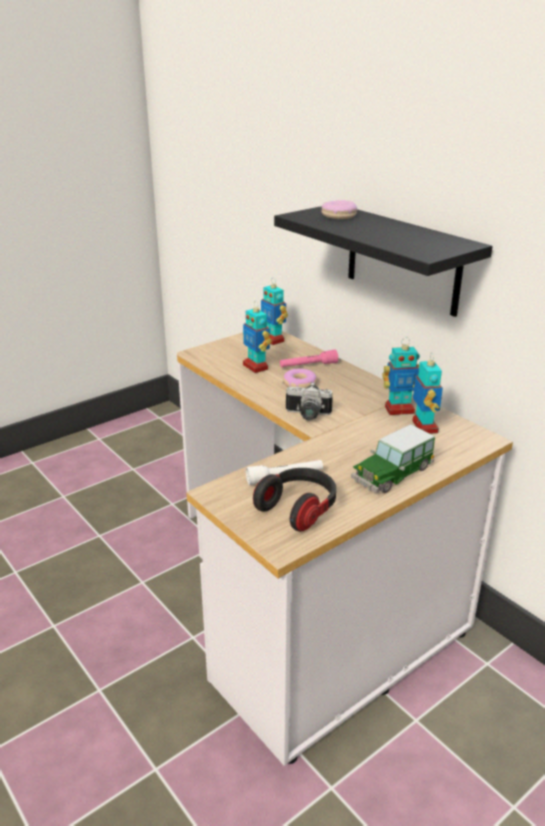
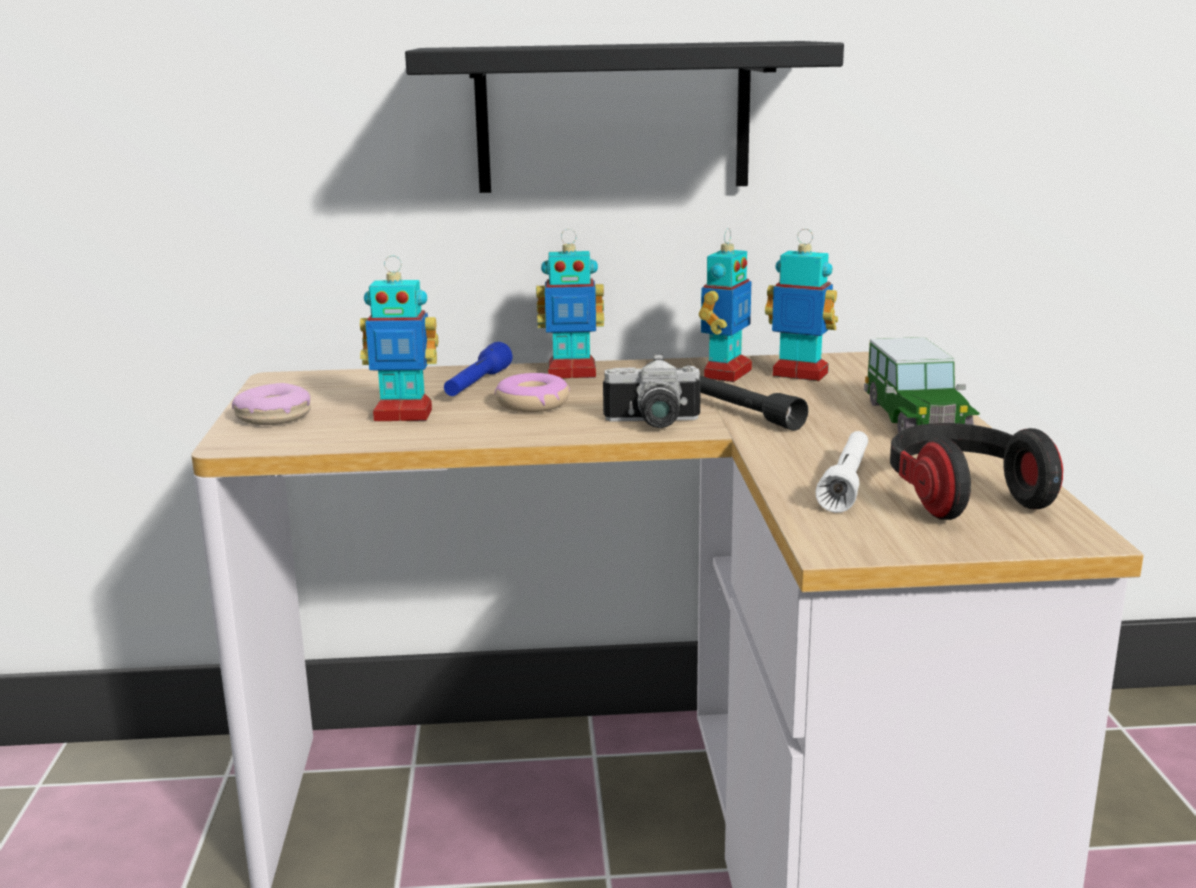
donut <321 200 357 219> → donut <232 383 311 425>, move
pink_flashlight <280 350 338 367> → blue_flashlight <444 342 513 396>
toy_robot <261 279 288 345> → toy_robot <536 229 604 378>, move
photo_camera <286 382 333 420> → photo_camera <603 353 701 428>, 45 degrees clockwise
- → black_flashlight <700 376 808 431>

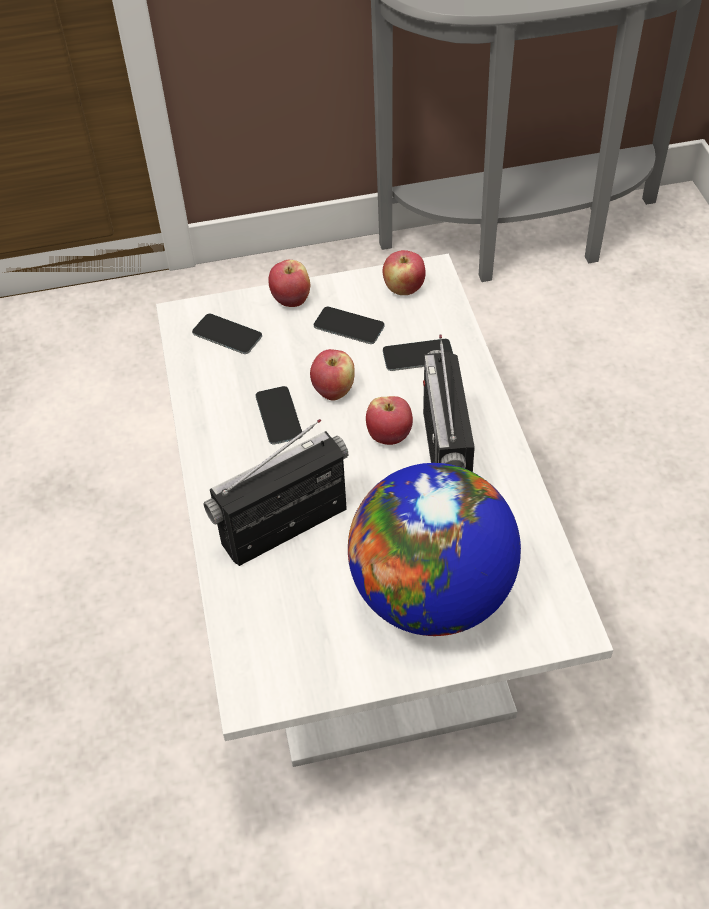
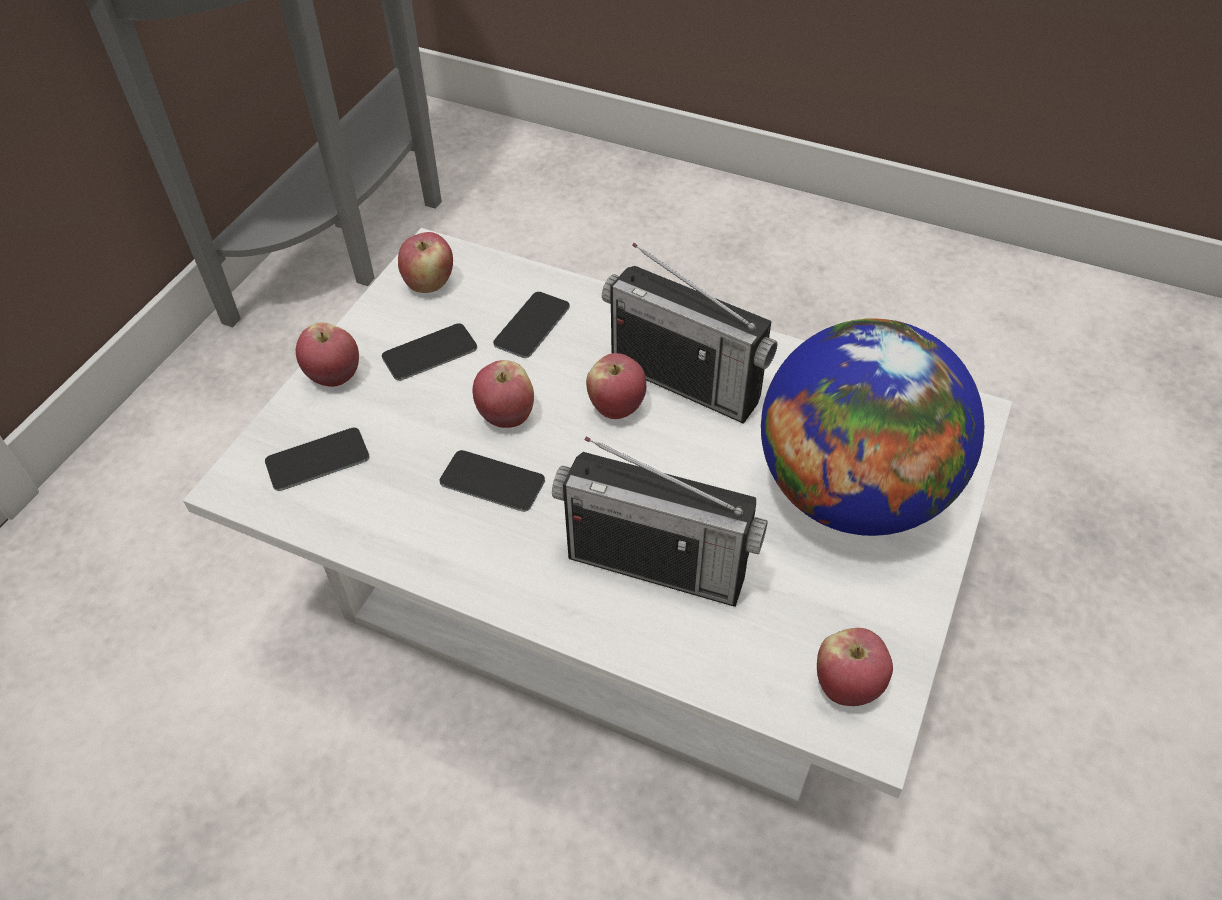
radio <204 419 348 566> → radio <552 437 768 607>, 75 degrees counterclockwise
- → apple <817 628 893 706>

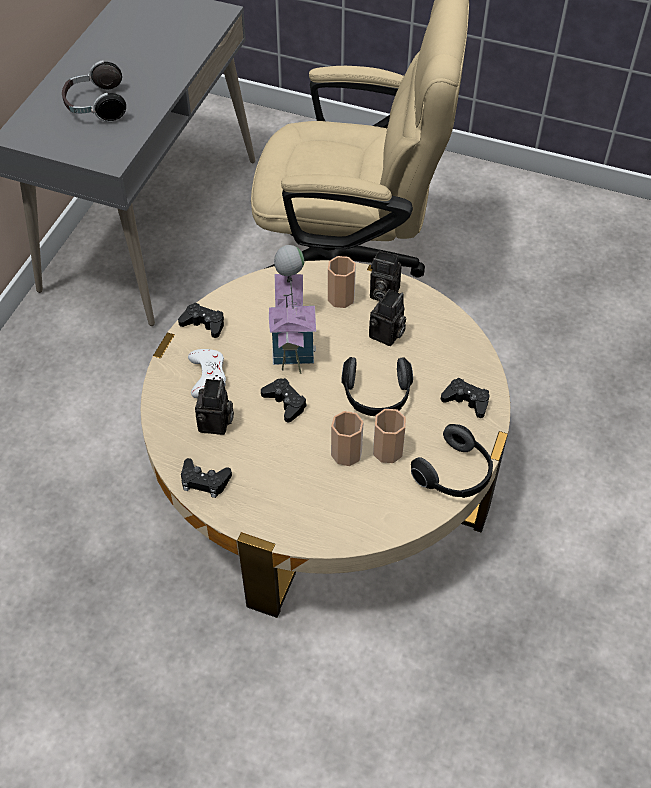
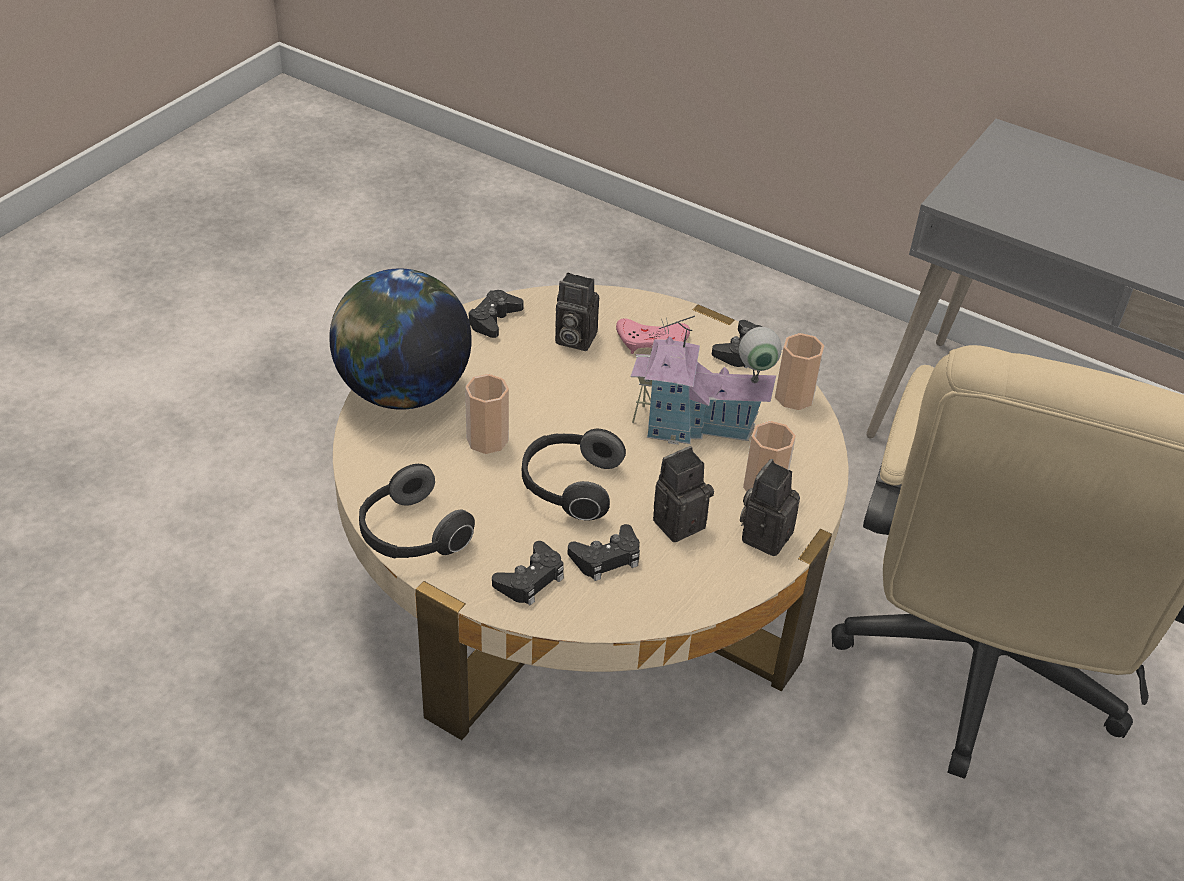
- → globe <329 268 472 410>
black_game_controller <261 378 307 422> → black_game_controller <568 524 640 581>, move
white_game_controller <188 349 226 398> → pink_game_controller <616 319 690 354>
photo_camera <369 289 406 346> → photo_camera <653 446 714 542>, 105 degrees clockwise
cup <373 409 406 463> → cup <775 333 824 410>, move
headphones <62 60 126 122> → -

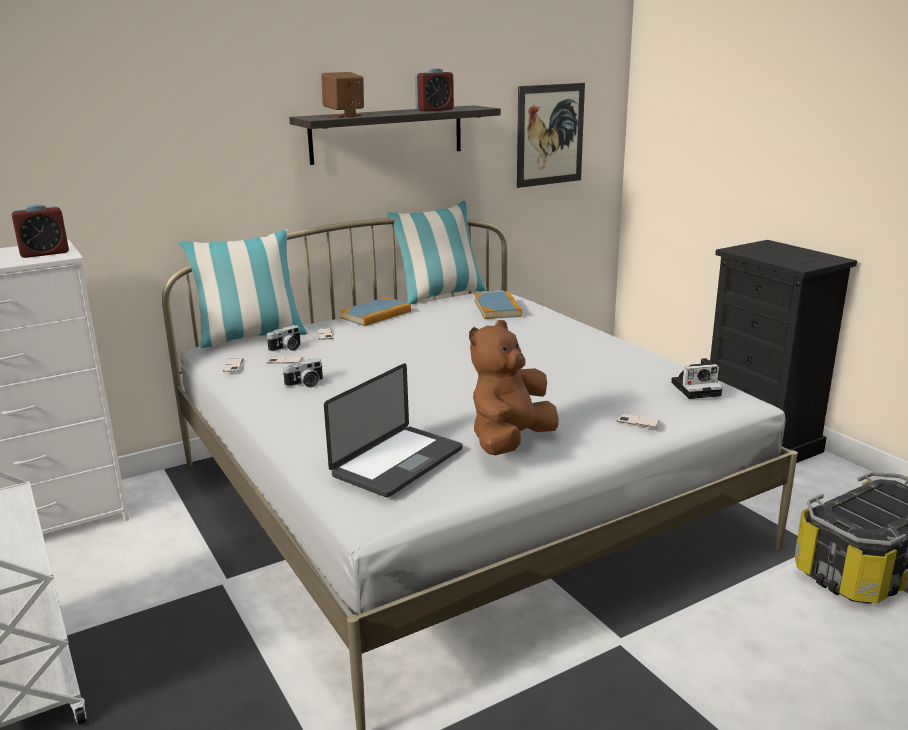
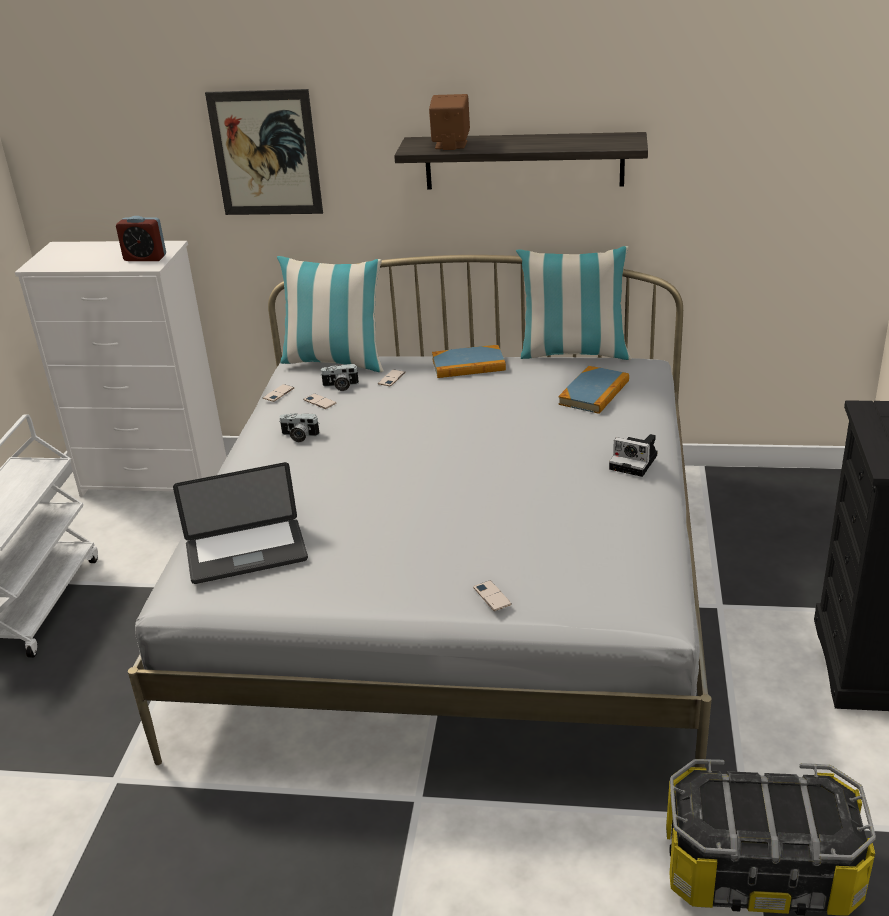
picture <517 83 585 188> → picture <205 89 323 215>, move
photo_camera <671 358 723 399> → photo_camera <609 434 658 477>, move
alarm_clock <415 68 454 112> → -
brown_plush_toy <469 320 559 455> → -

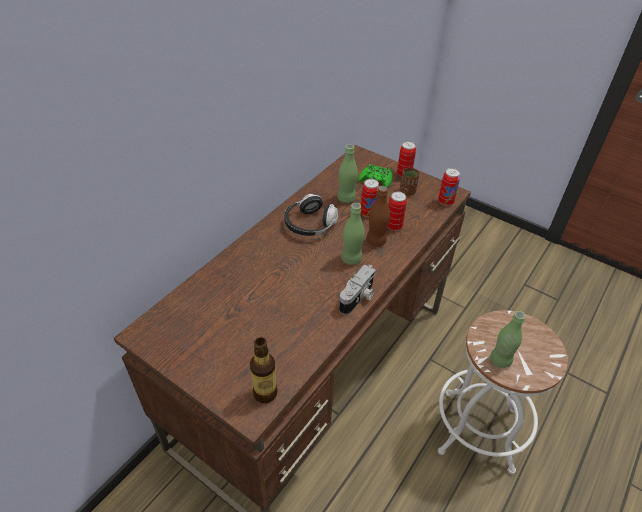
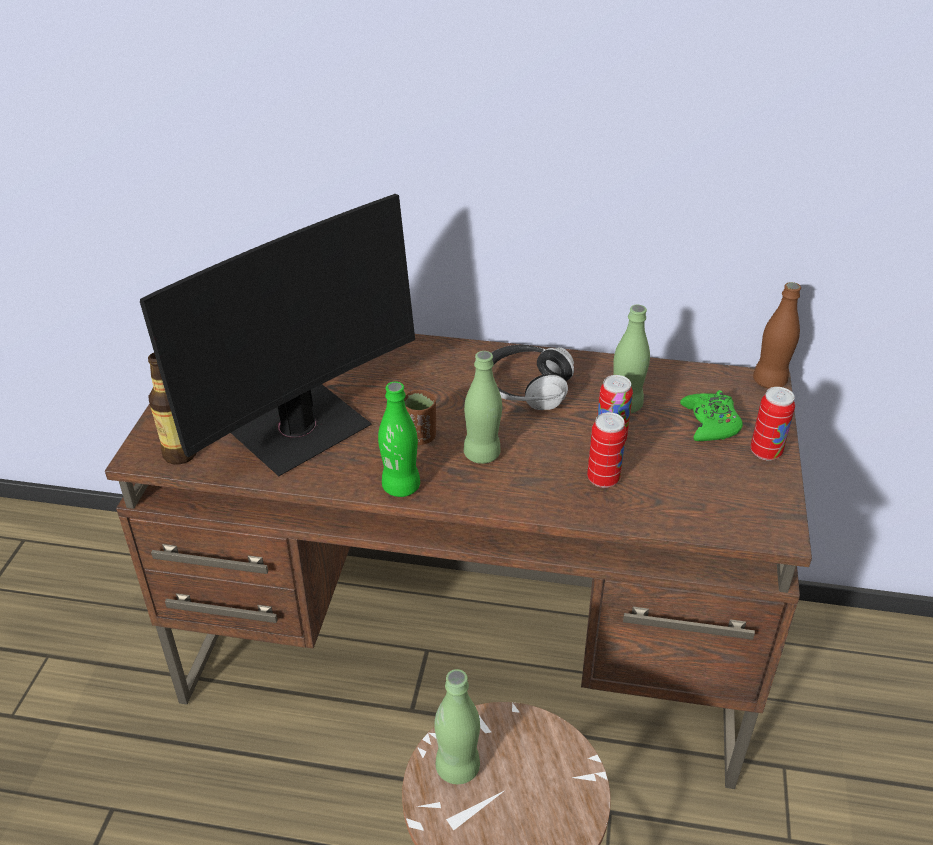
- → monitor <140 194 415 476>
photo_camera <339 265 376 315> → green_bottle <378 382 420 497>
brown_cup <400 168 419 196> → brown_cup <404 390 436 445>, move
brown_bottle <366 186 390 247> → brown_bottle <753 282 801 389>, move
can <438 168 460 206> → -

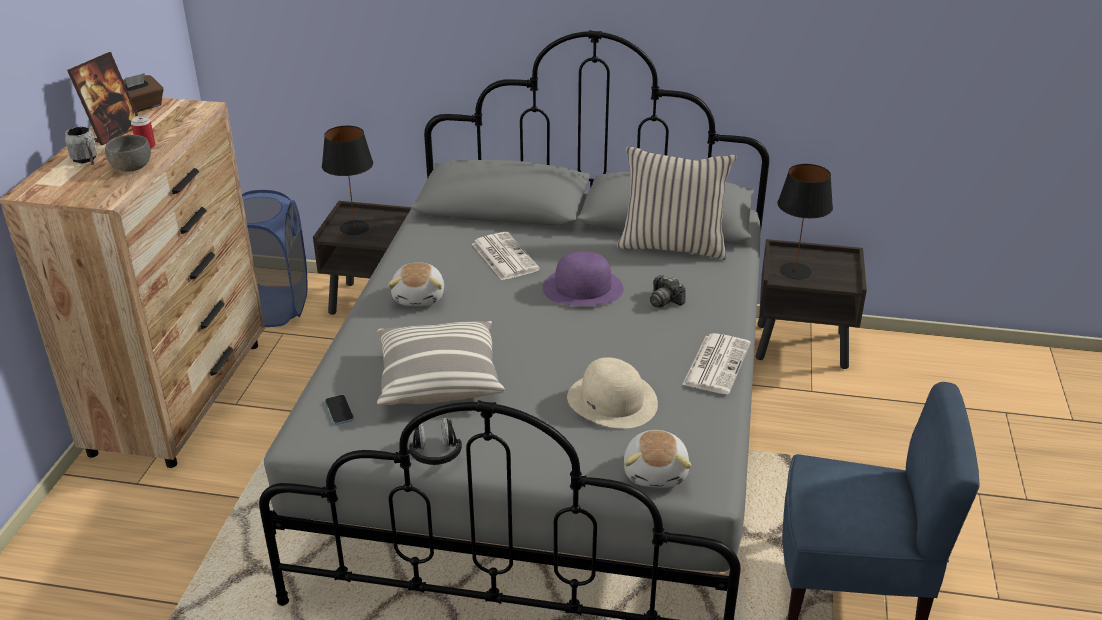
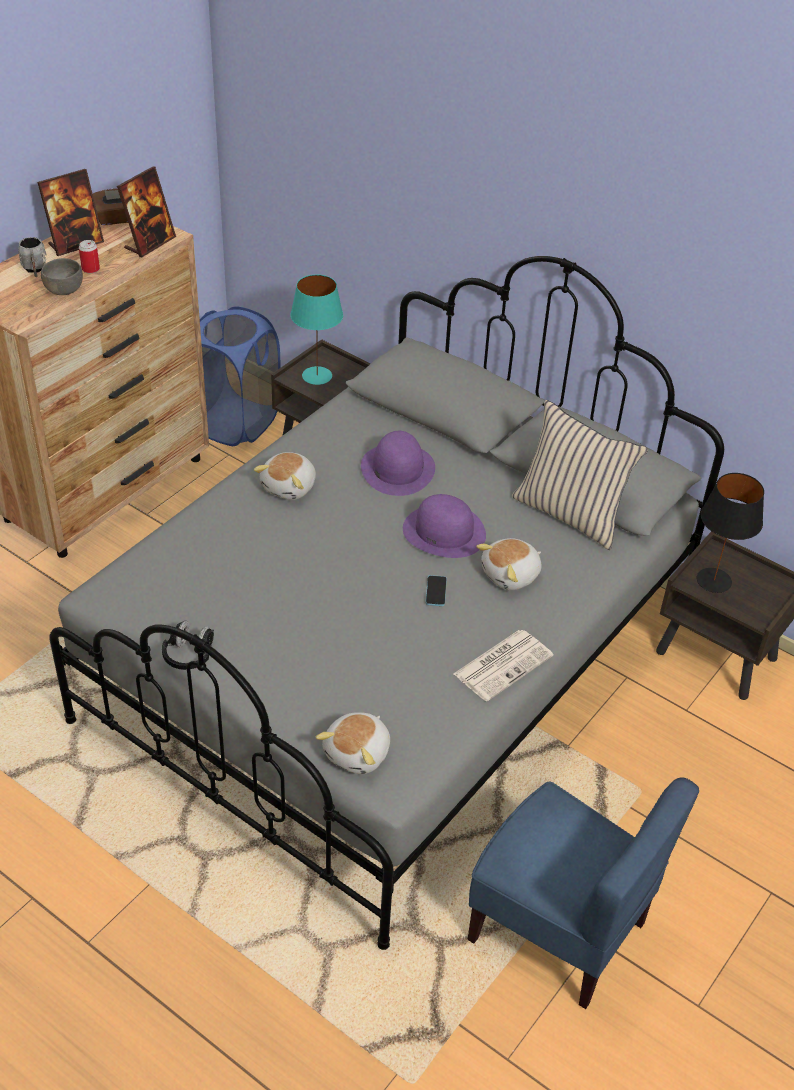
- → picture_frame <117 167 176 257>
black_table_lamp <322 126 373 235> → turquoise_table_lamp <290 274 343 385>
newspaper <472 232 540 280> → purple_hat <361 431 435 496>
phone <325 395 354 425> → phone <426 575 447 606>, move
photo_camera <650 275 685 308> → plush_toy <476 538 541 590>
pillow <377 321 505 405> → -
beige_hat <567 357 658 429> → -

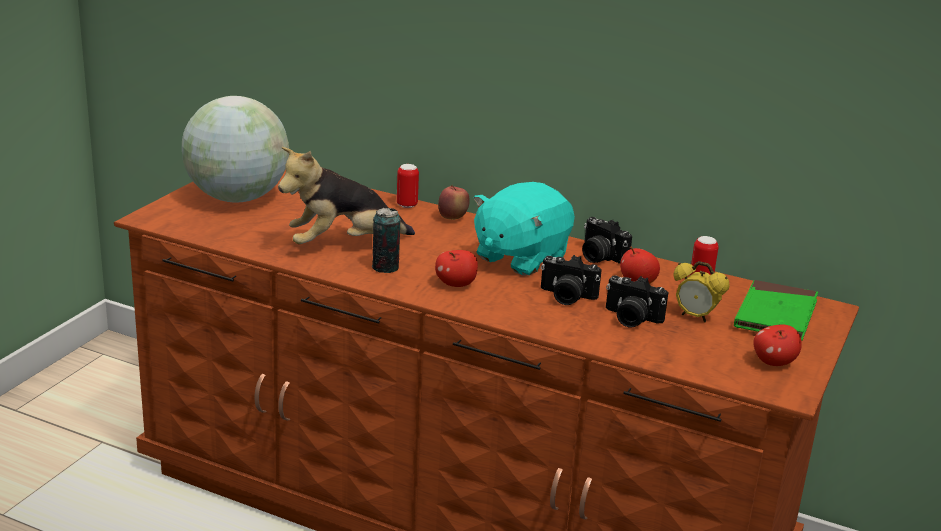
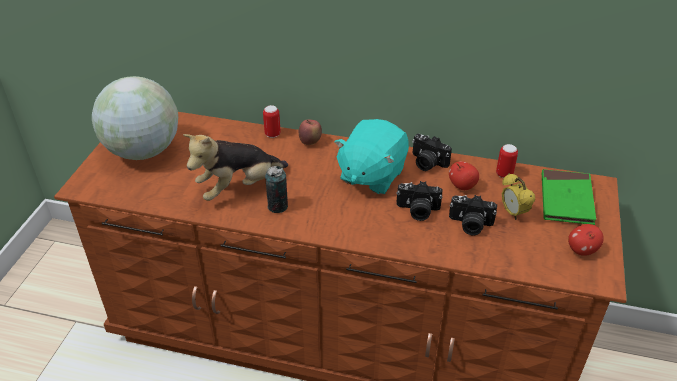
alarm_clock <674 261 730 323> → alarm_clock <502 173 535 220>, 45 degrees clockwise
apple <435 250 478 287> → -

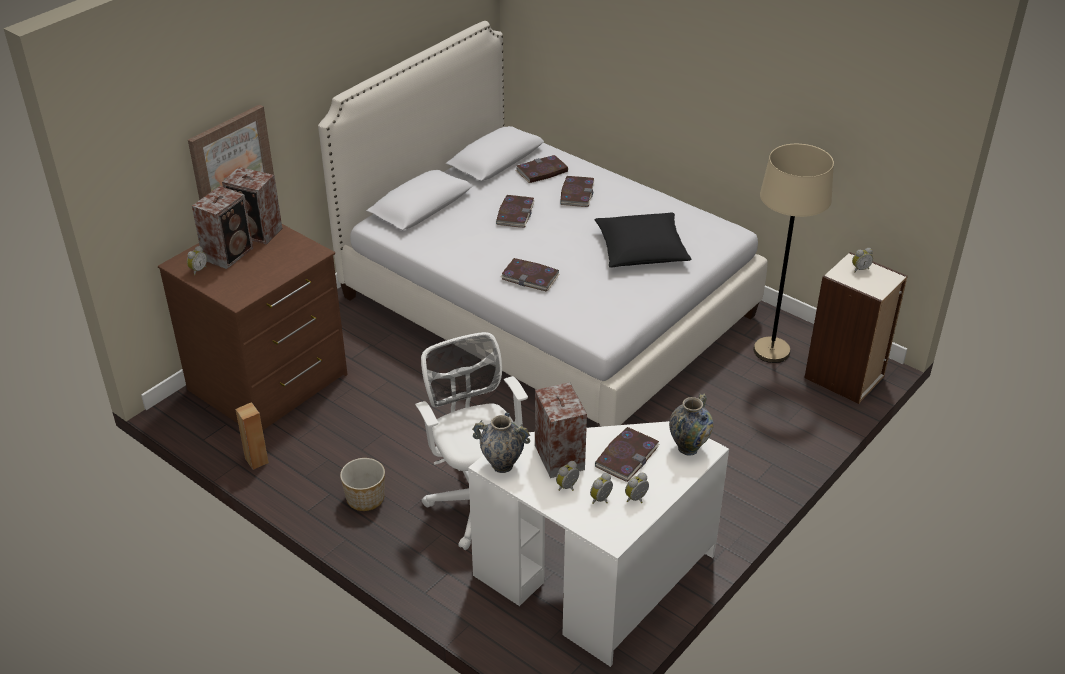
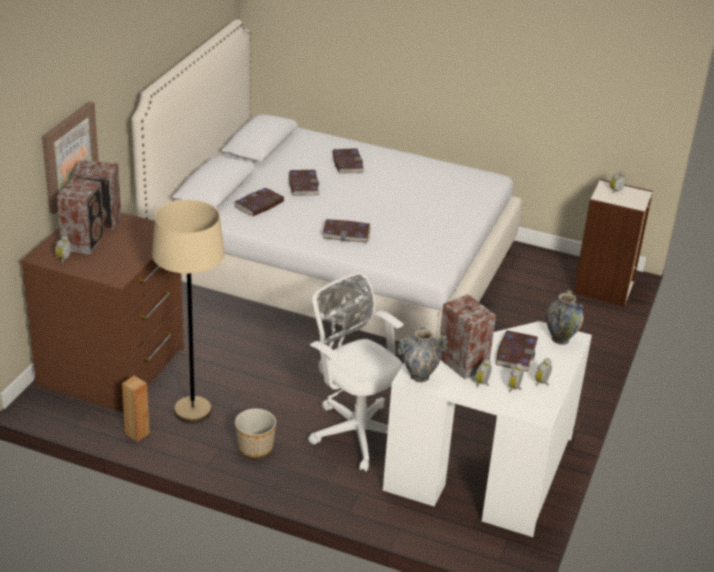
beige_floor_lamp <753 144 834 363> → beige_floor_lamp <152 200 225 423>, move
book <516 155 568 183> → book <234 188 284 217>, move
black_pillow <595 213 691 268> → -

